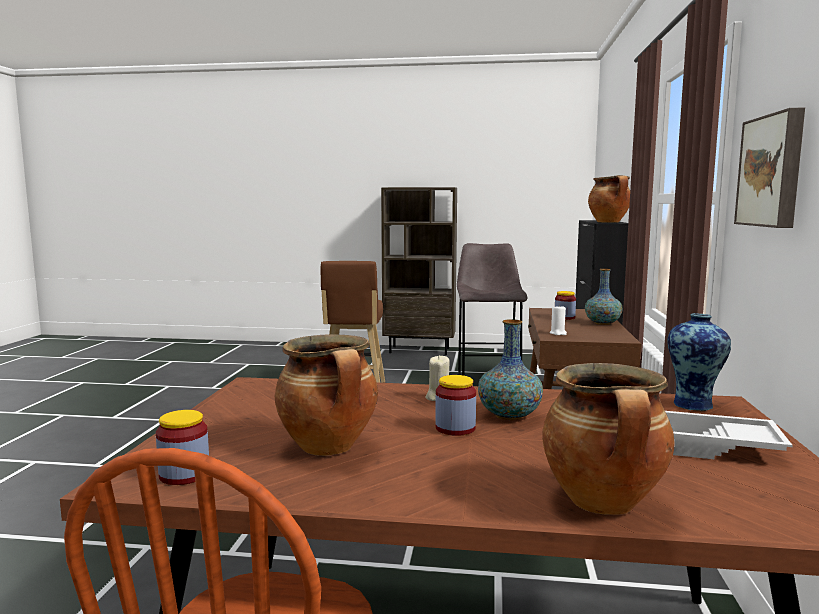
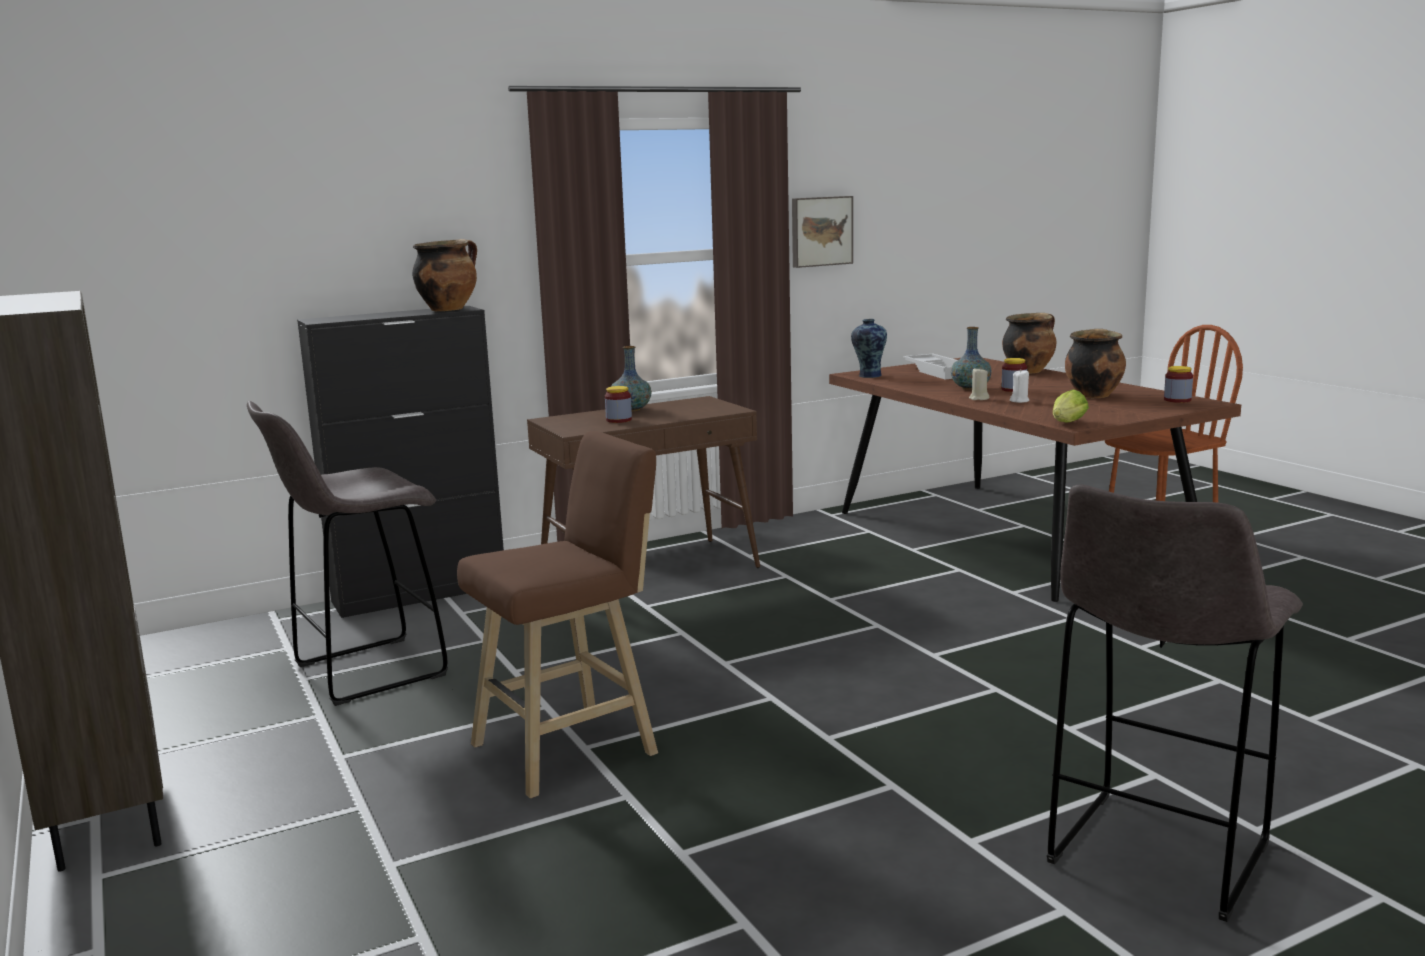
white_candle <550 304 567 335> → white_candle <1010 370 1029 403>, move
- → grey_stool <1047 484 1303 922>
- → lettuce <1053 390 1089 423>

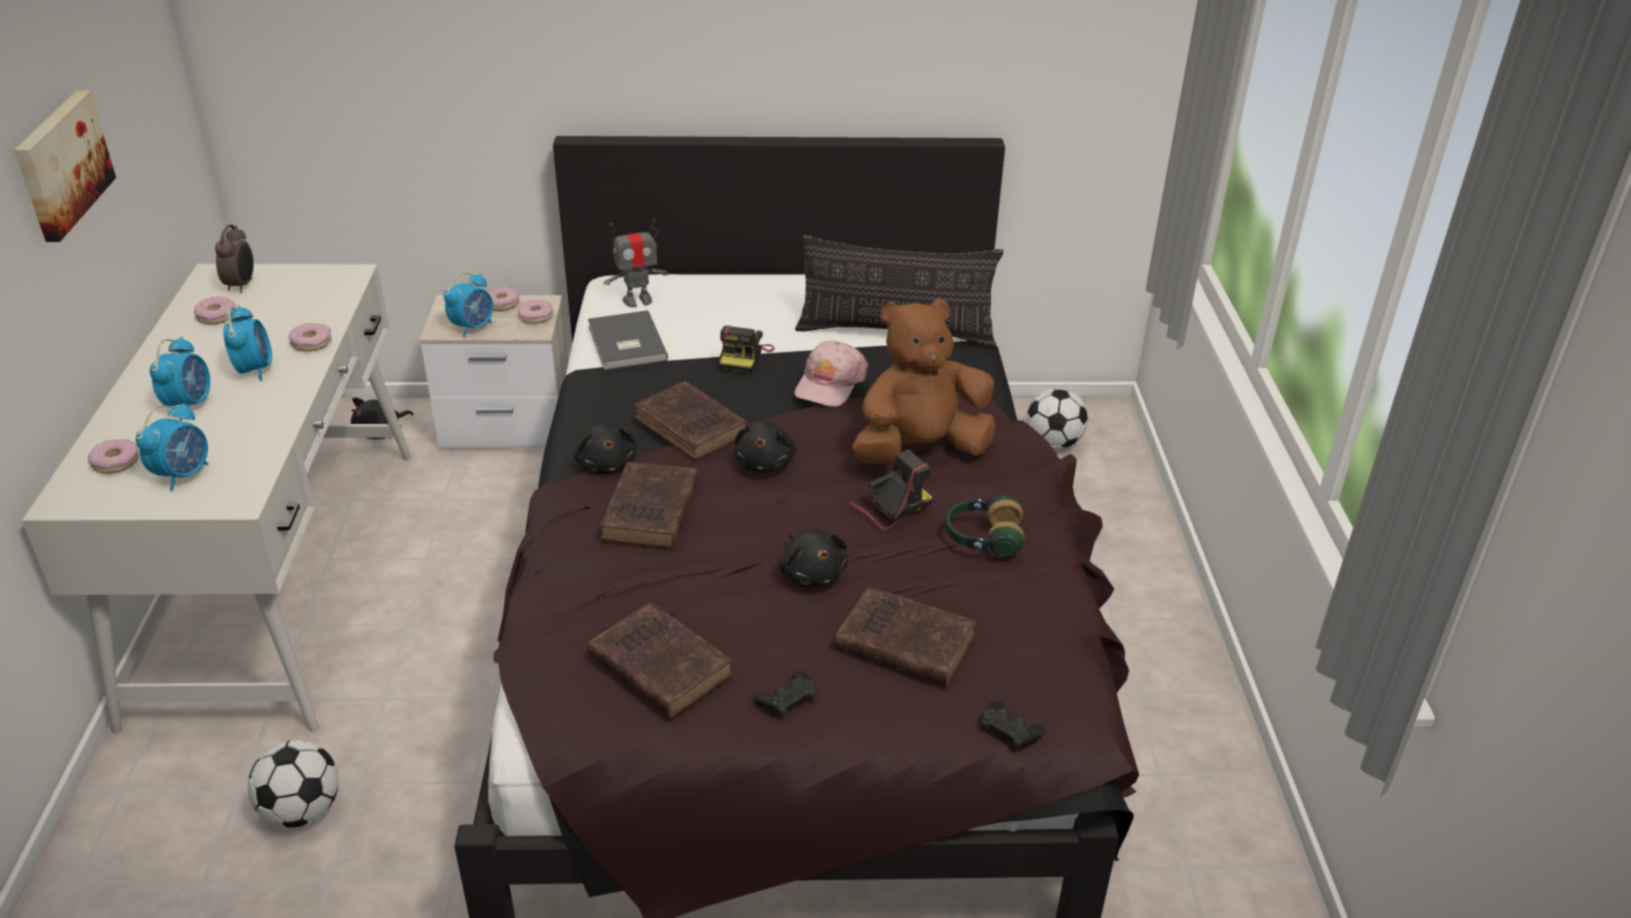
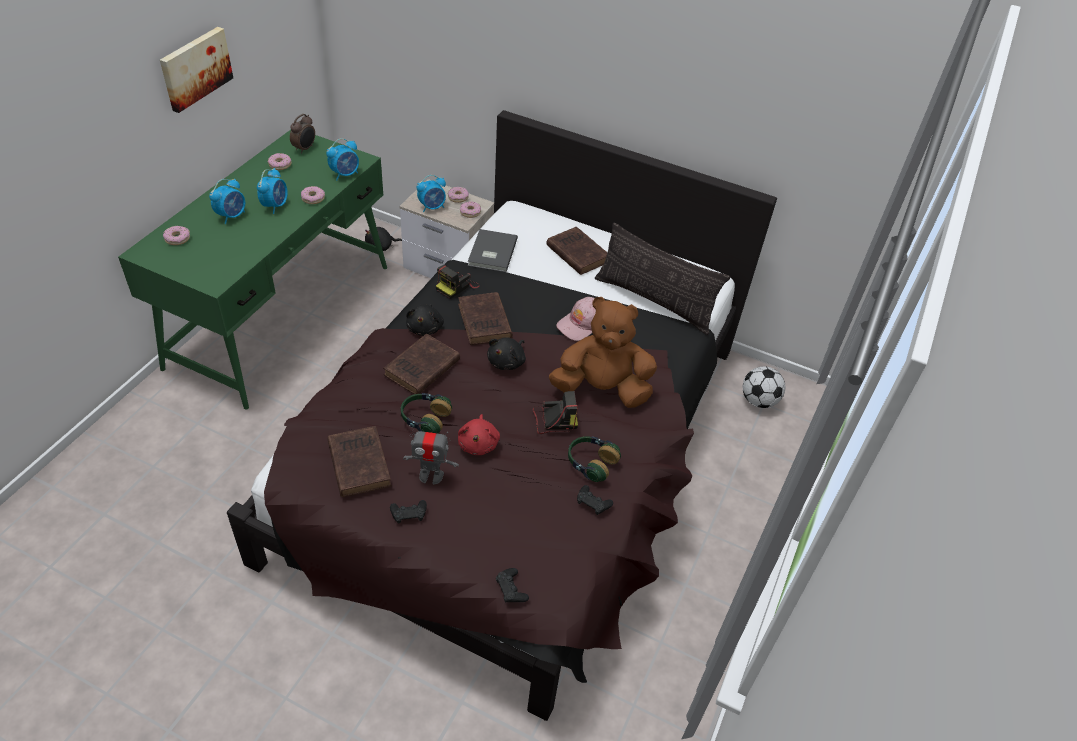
white_desk <22 264 412 734> → green_desk <118 130 387 410>
alarm_clock <135 403 208 491> → alarm_clock <326 138 359 181>, move
- → headphones <401 393 452 434>
toy_robot <603 219 668 308> → toy_robot <403 425 459 484>, move
photo_camera <718 326 774 374> → photo_camera <436 265 480 299>, move
black_plush_toy <778 529 848 587> → red_plush_toy <458 414 500 455>
brown_book <835 586 977 686> → brown_book <546 227 607 275>, move
- → black_game_controller <577 485 613 515>
football <248 740 339 828> → -

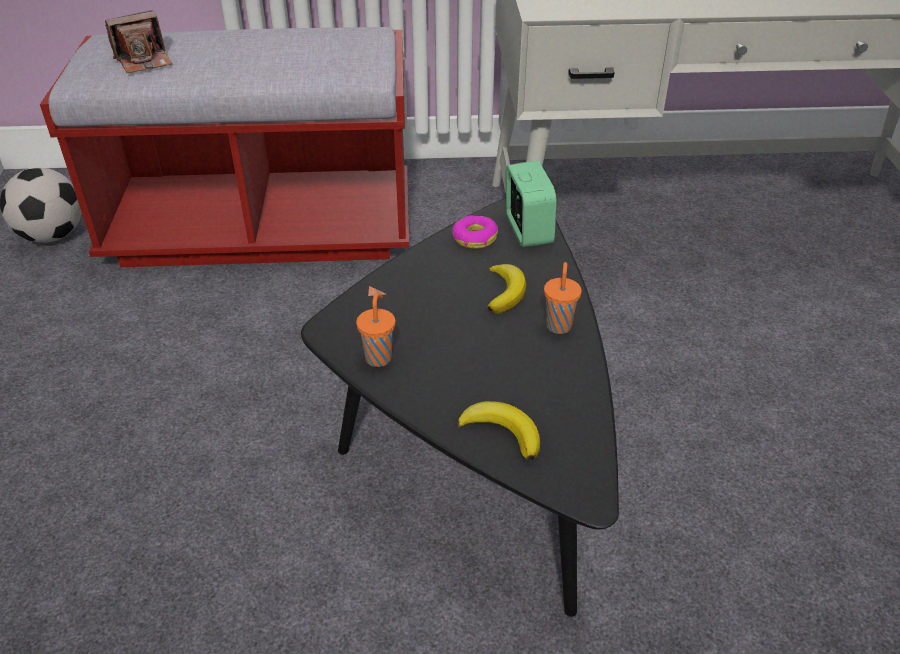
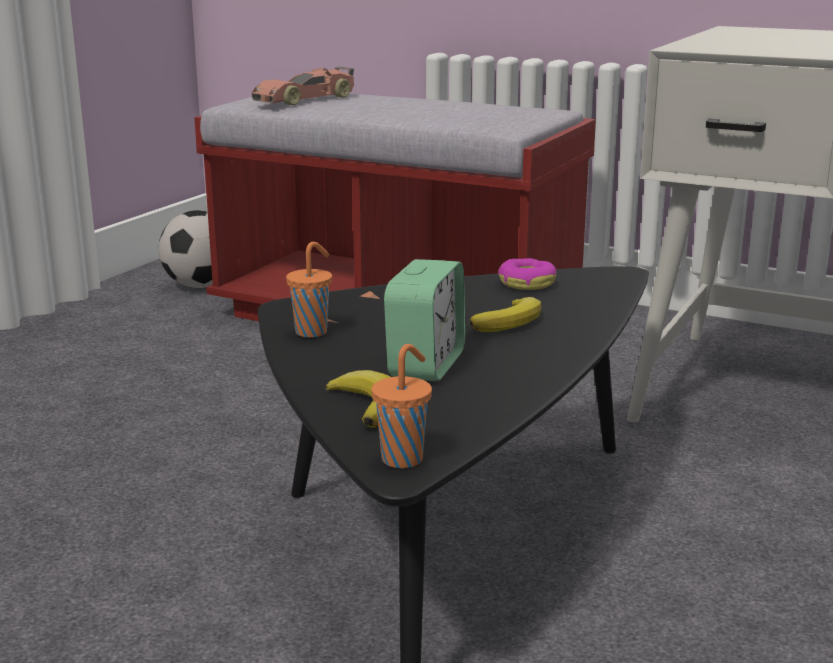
photo_camera <105 10 172 73> → toy_car <252 67 354 105>
orange_cup <544 262 582 334> → orange_cup <371 344 432 468>, move
alarm_clock <506 161 557 247> → alarm_clock <384 259 465 381>, move

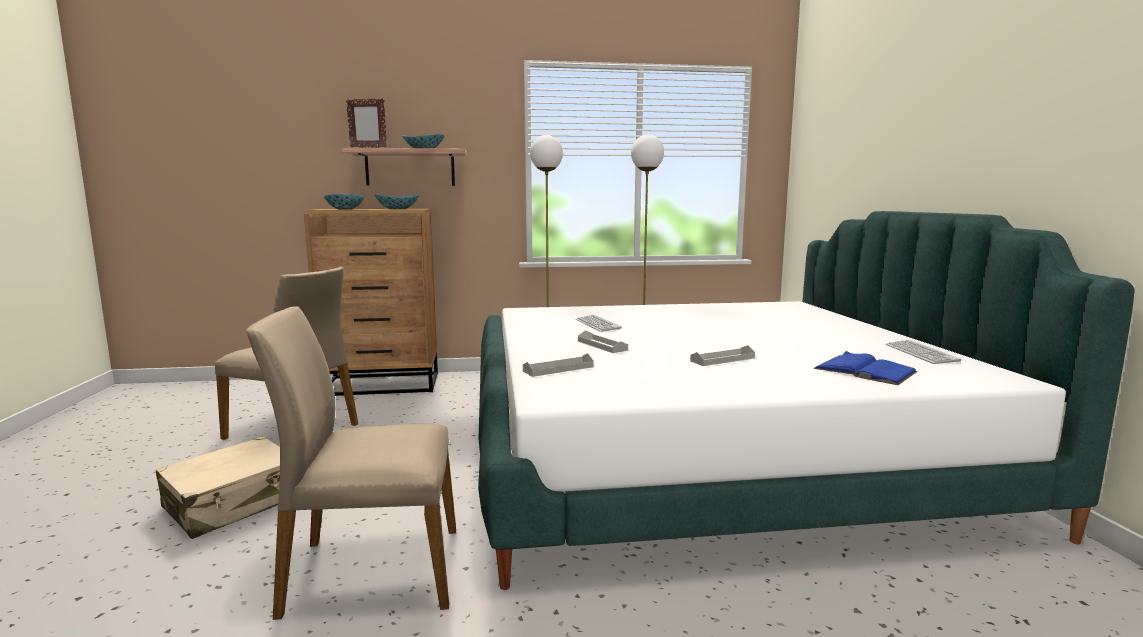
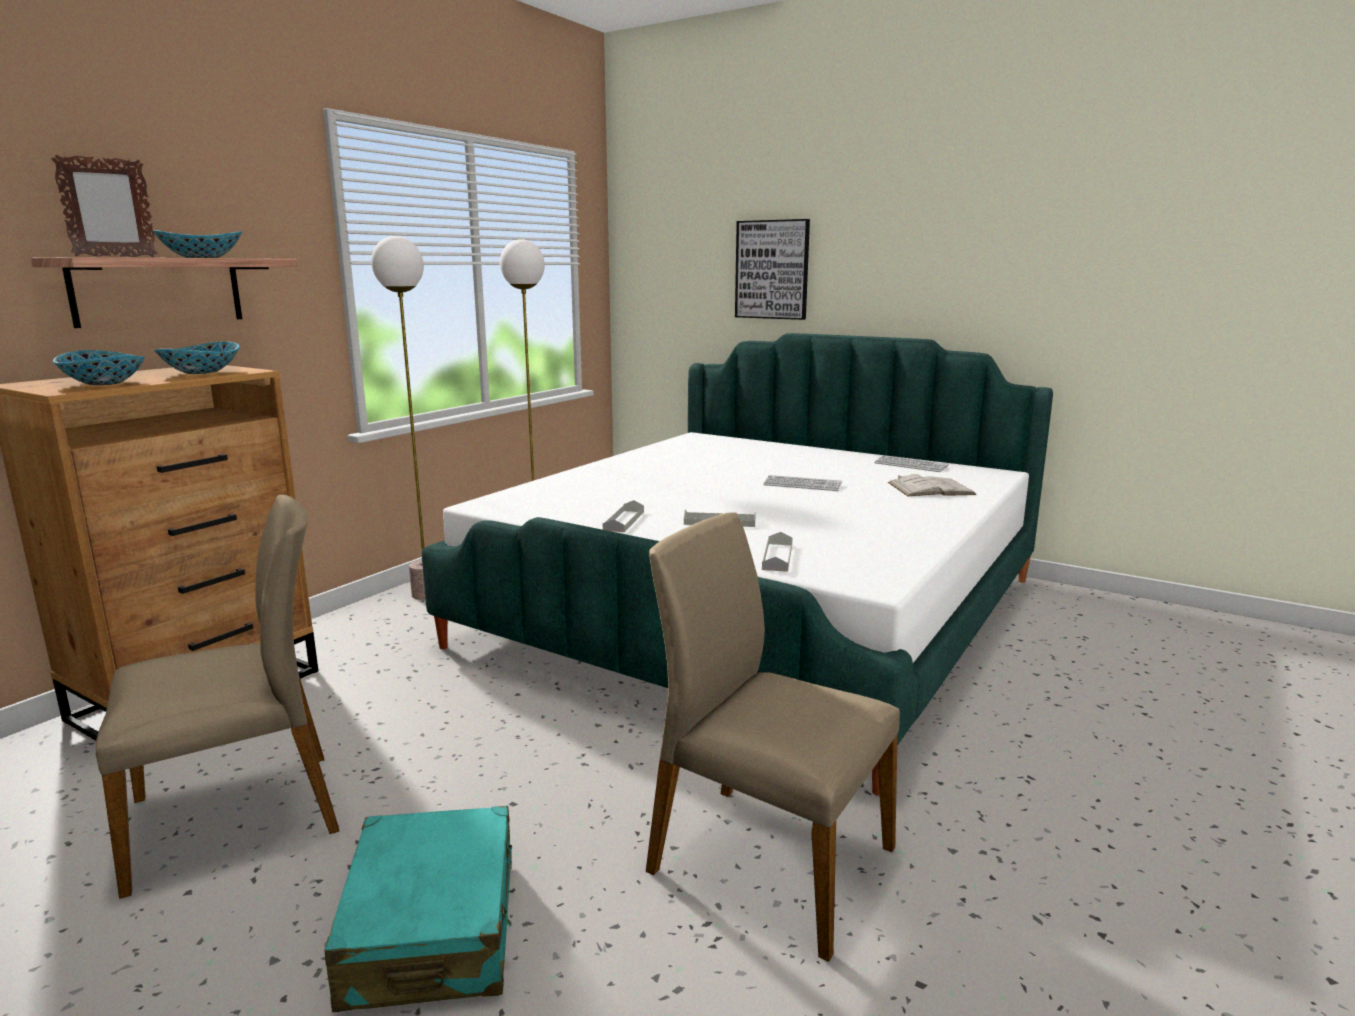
beige_suitcase <155 436 280 539> → turquoise_suitcase <324 806 512 1012>
grey_tray <690 345 755 366> → grey_tray <603 500 644 532>, move
beige_chair <246 306 456 620> → beige_chair <646 512 900 962>, 90 degrees clockwise
- → picture <735 219 810 320>
keyboard <576 315 622 332> → keyboard <763 475 842 491>, move
blue_book <813 351 917 385> → white_book <888 474 976 496>

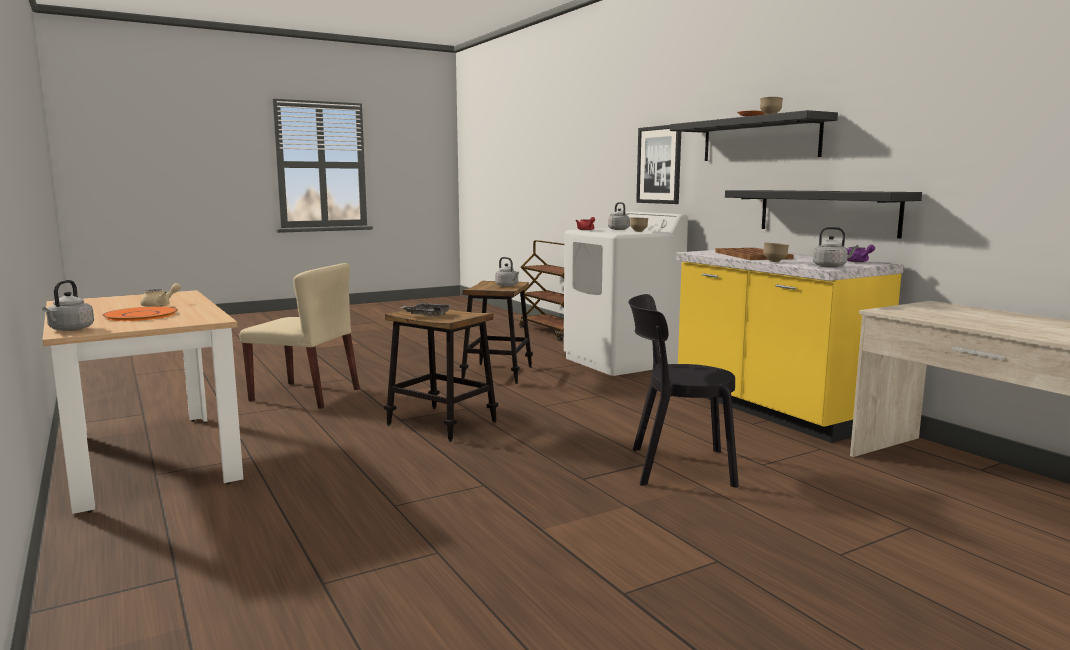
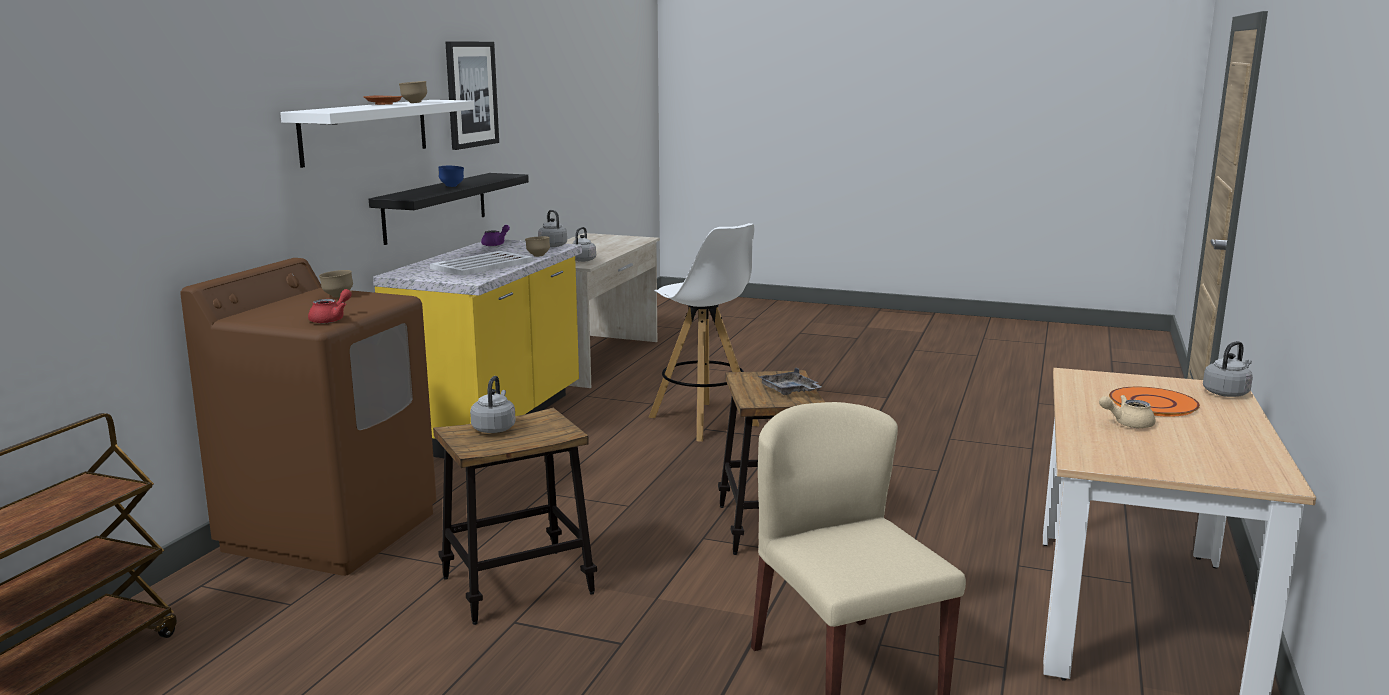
white_washing_machine <564 211 688 376> → brown_washing_machine <180 258 437 576>
black_shelf <670 110 838 161> → white_shelf <280 100 474 168>
brown_tray <715 248 793 260> → white_tray <430 251 533 276>
- → blue_bowl <438 166 464 187>
picture <636 125 681 204> → picture <445 41 499 150>, move
grey_kettle <608 202 630 230> → grey_kettle <573 227 596 262>, move
black_chair <628 294 739 488> → white_stool <648 223 759 442>

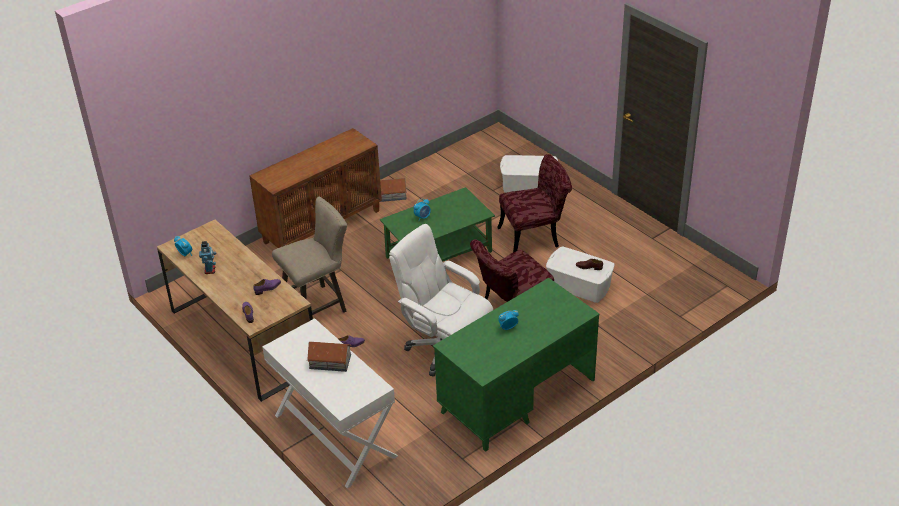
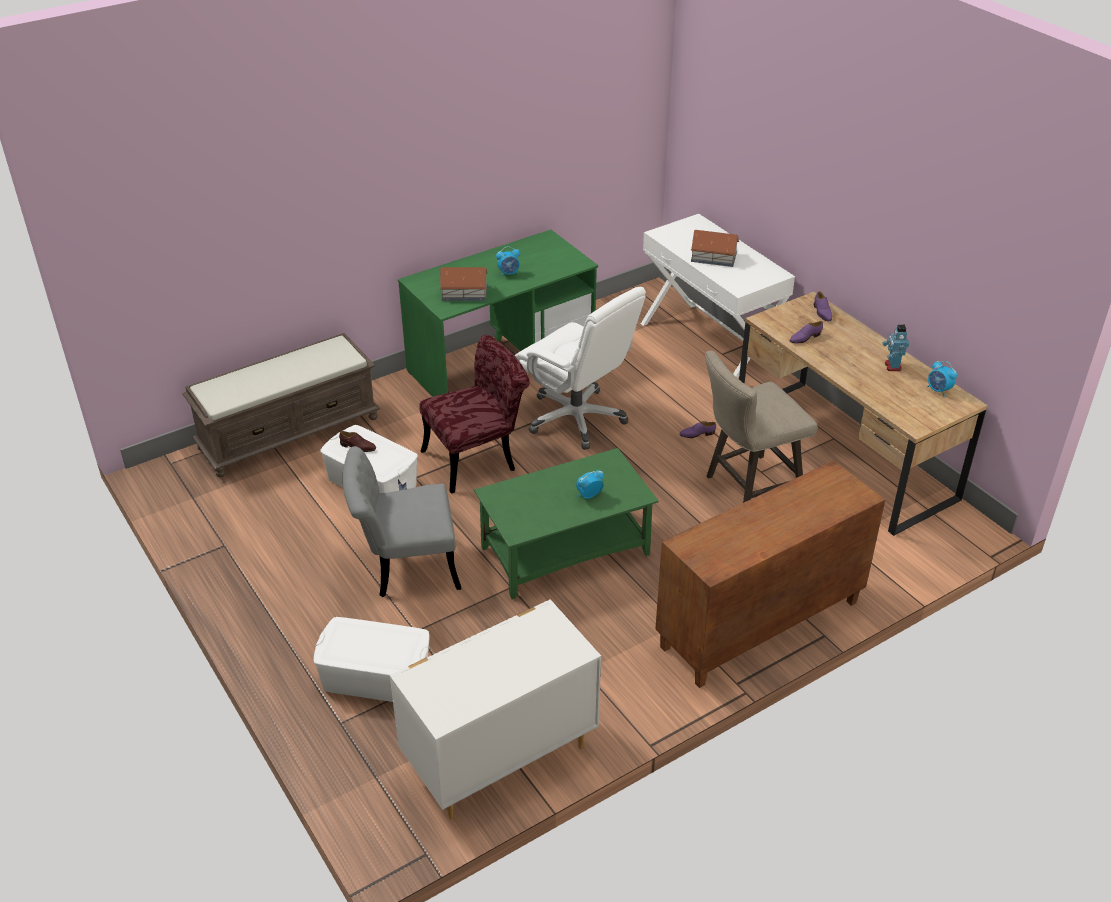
- → brown_bench <182 333 380 477>
red_chair <497 154 572 252> → grey_chair <343 446 461 597>
- → white_dresser <390 599 601 819>
toy_house <380 178 407 202> → toy_house <439 267 488 301>, move

